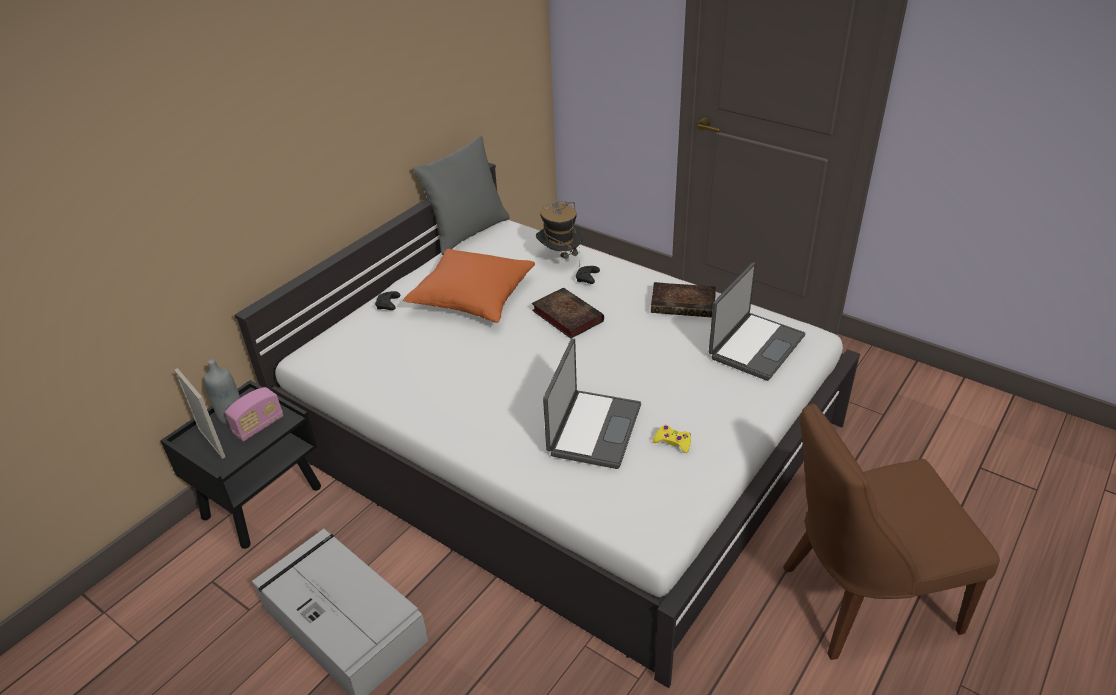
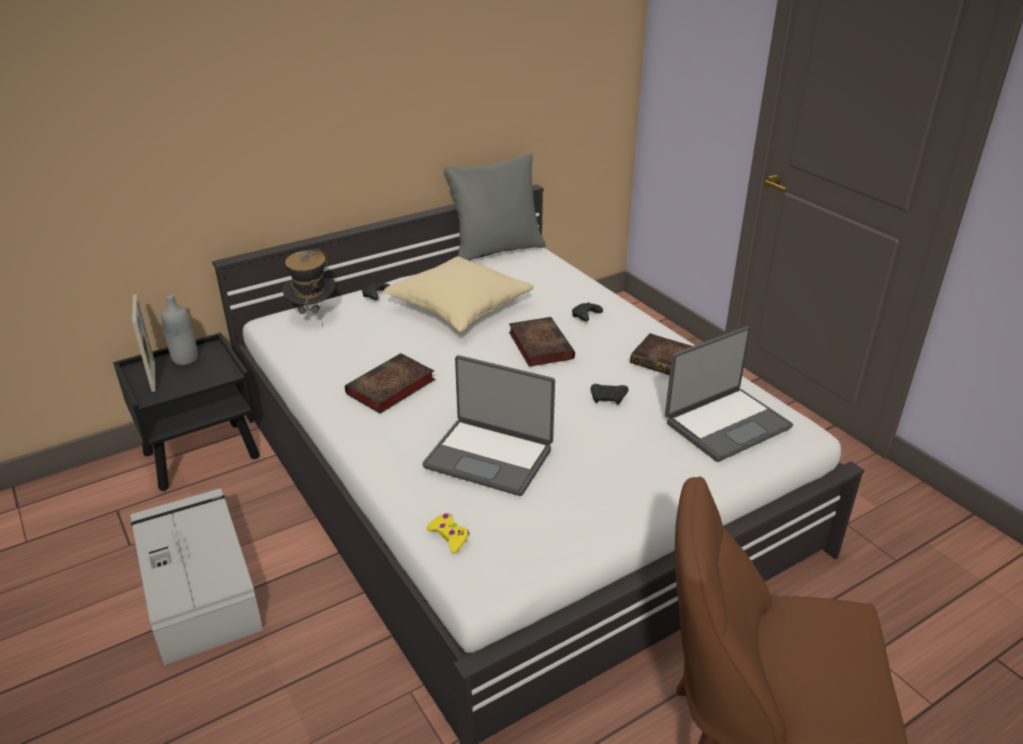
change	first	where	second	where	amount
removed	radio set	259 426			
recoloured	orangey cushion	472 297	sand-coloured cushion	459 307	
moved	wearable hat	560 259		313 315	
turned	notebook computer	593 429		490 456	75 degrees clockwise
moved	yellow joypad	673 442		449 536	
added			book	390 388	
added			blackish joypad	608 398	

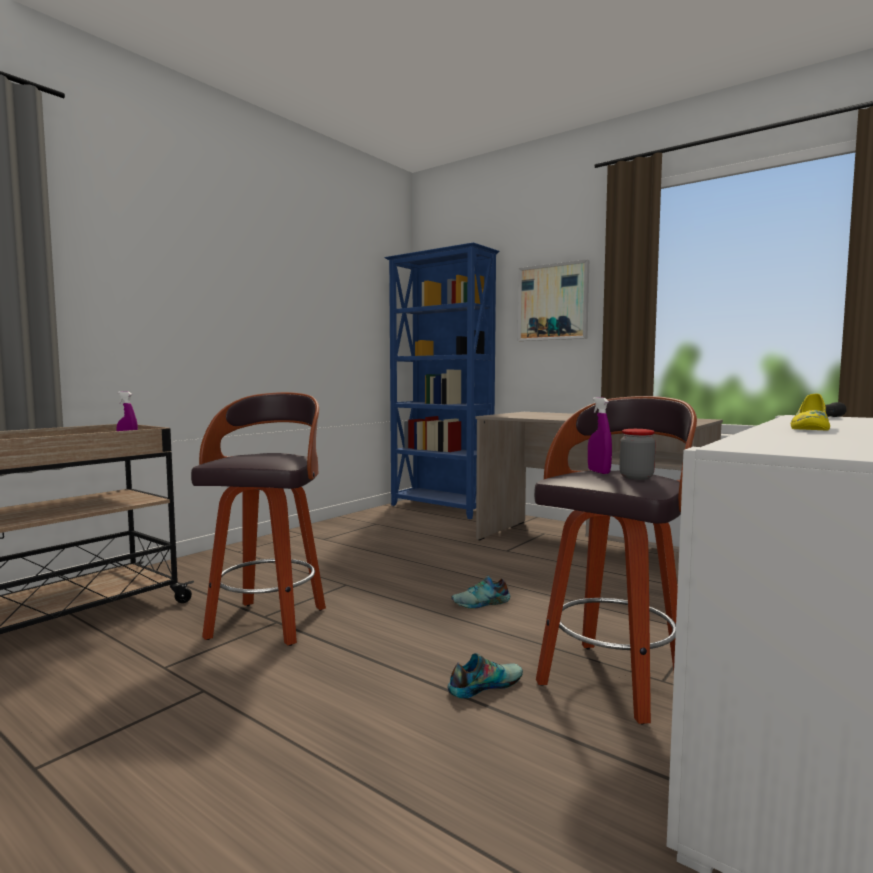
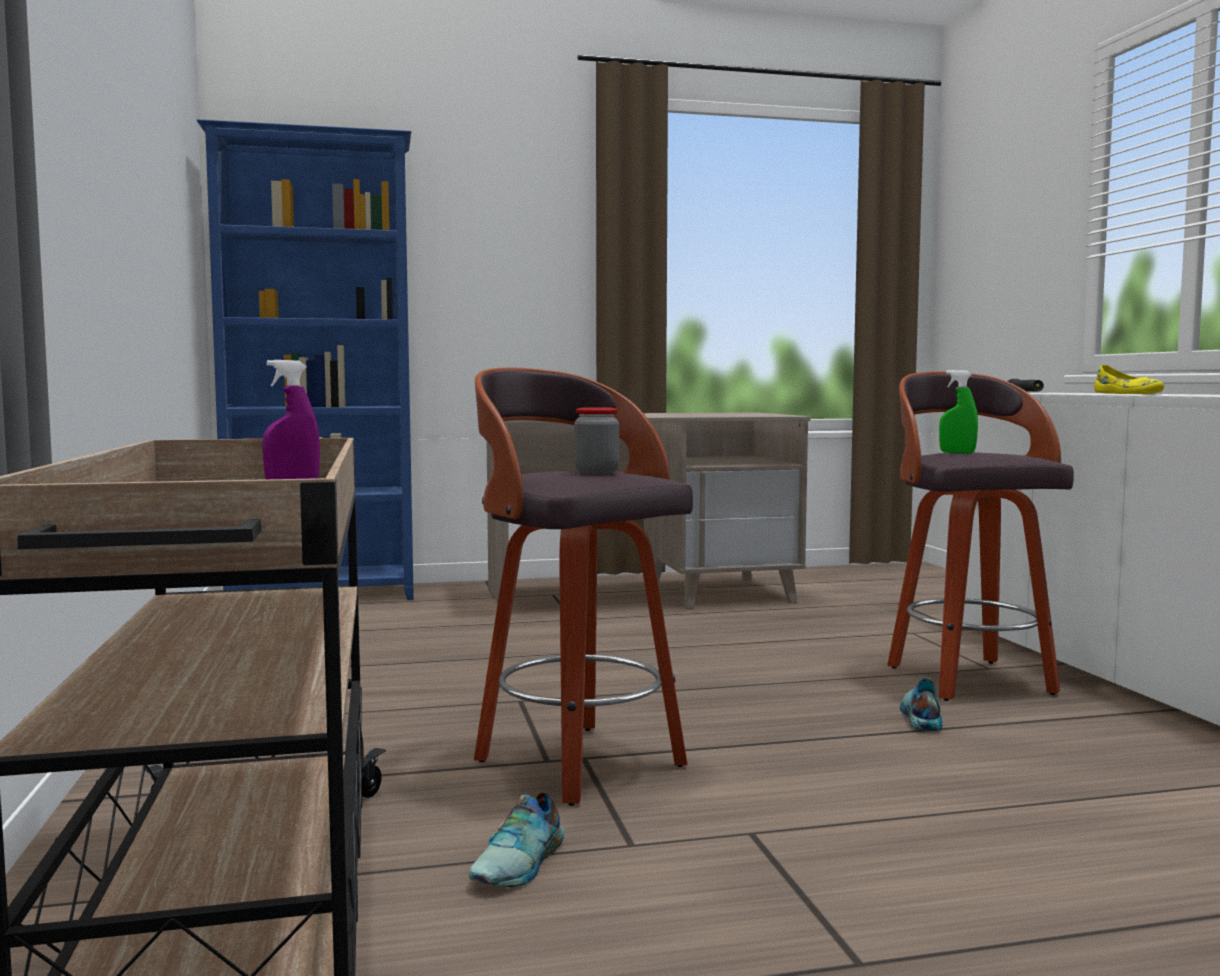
change	first	where	second	where	amount
moved	item of footwear	481 603		522 863	
removed	wall art	553 302			
recoloured	purple hand sprayer	598 472	green-coloured hand sprayer	957 453	
moved	preserve jar	636 477		596 473	

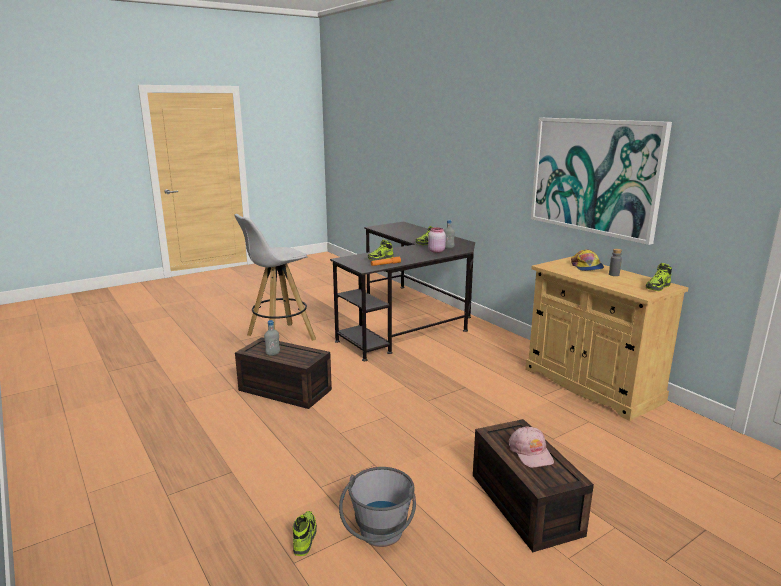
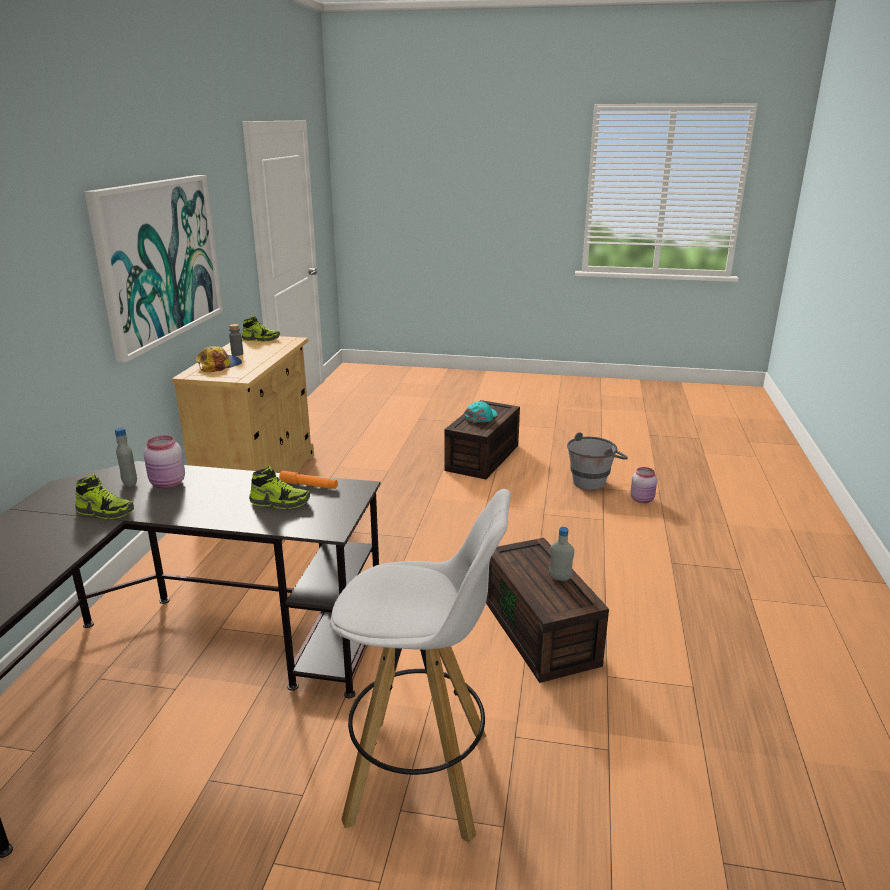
change	first	where	second	where	amount
replaced	item of footwear	304 538	pinkish preserve jar	642 499	
recoloured	pinkish baseball cap	531 452	turquoise-coloured baseball cap	481 417	

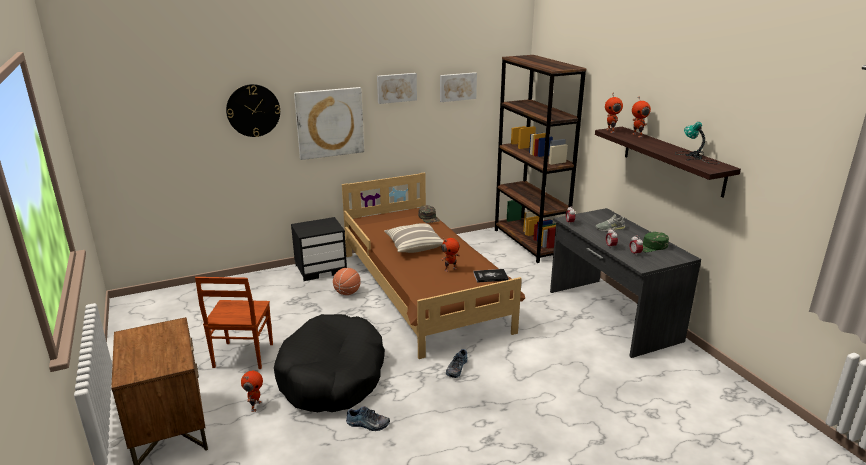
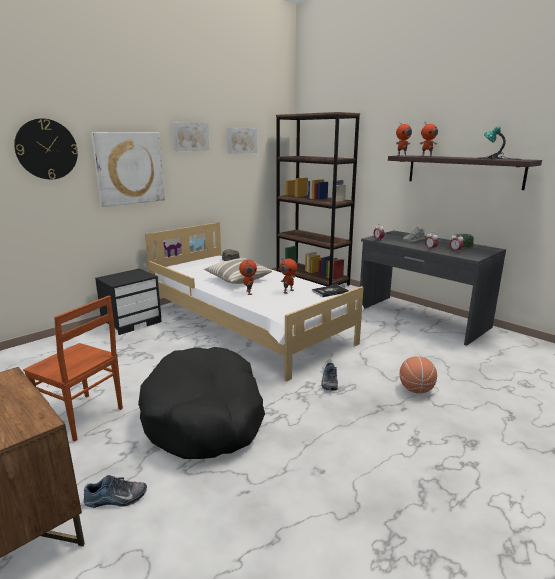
change	first	where	second	where	amount
turned	brown plain chair	242 356		81 417	45 degrees counterclockwise
moved	robot figure	255 406		248 292	
moved	basketball	347 293		416 390	
recoloured	brown bedroom bed	424 290	whitish bedroom bed	248 325	
moved	item of footwear	367 424		116 499	

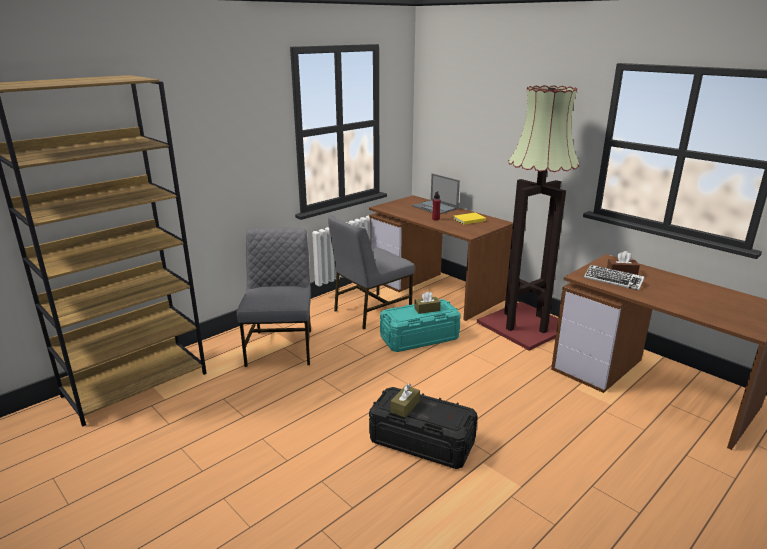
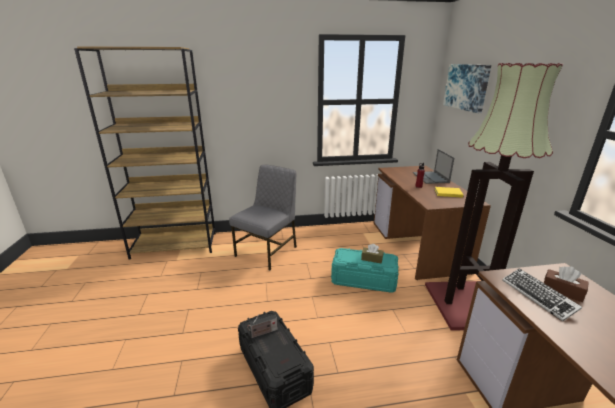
change	first	where	second	where	amount
removed	greyish plain chair	370 311			
replaced	brown box of tissues	405 406	radio set	262 333	
added			wall art	466 87	

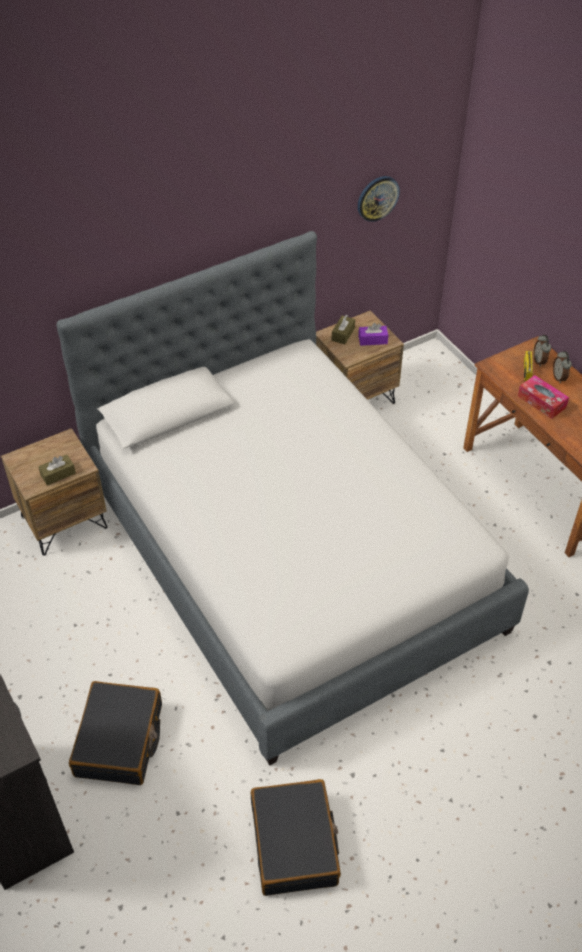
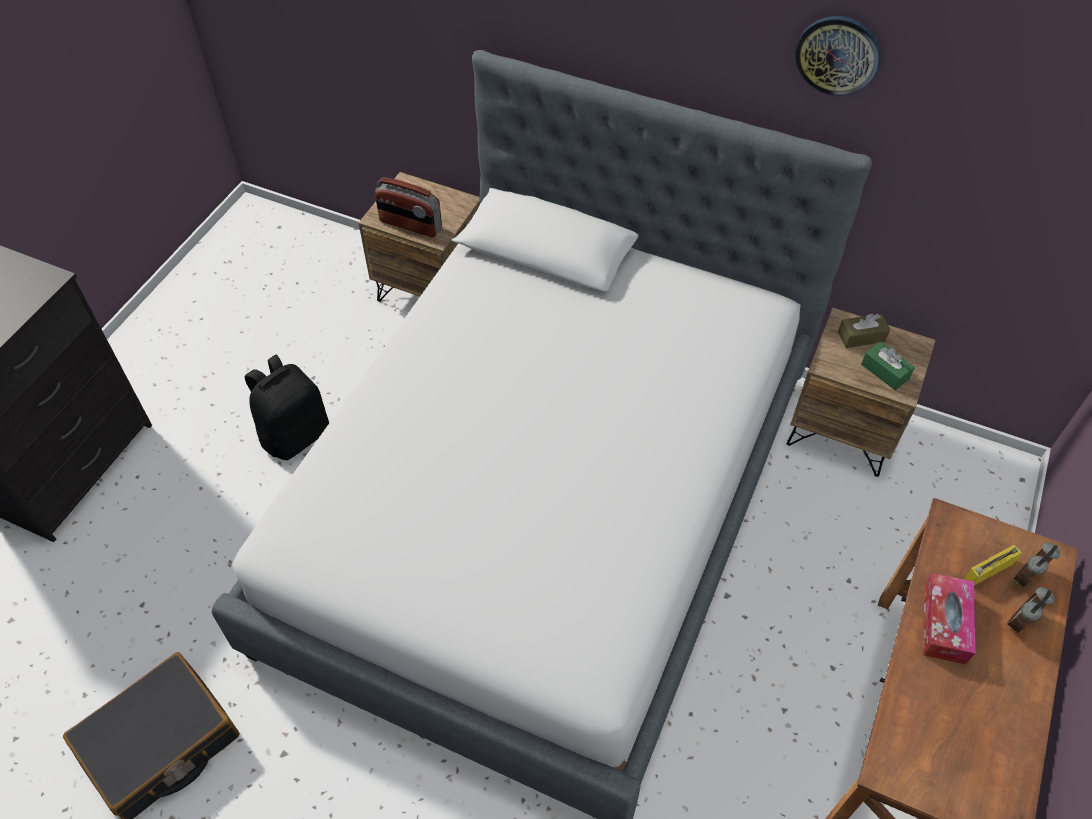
change	first	where	second	where	amount
replaced	brown box of tissues	58 474	radio set	410 225	
removed	blackish travel case	119 740			
moved	wall clock	377 198		838 55	
recoloured	purple box of tissues	372 340	green-coloured box of tissues	885 371	
added			blackish knapsack	295 434	

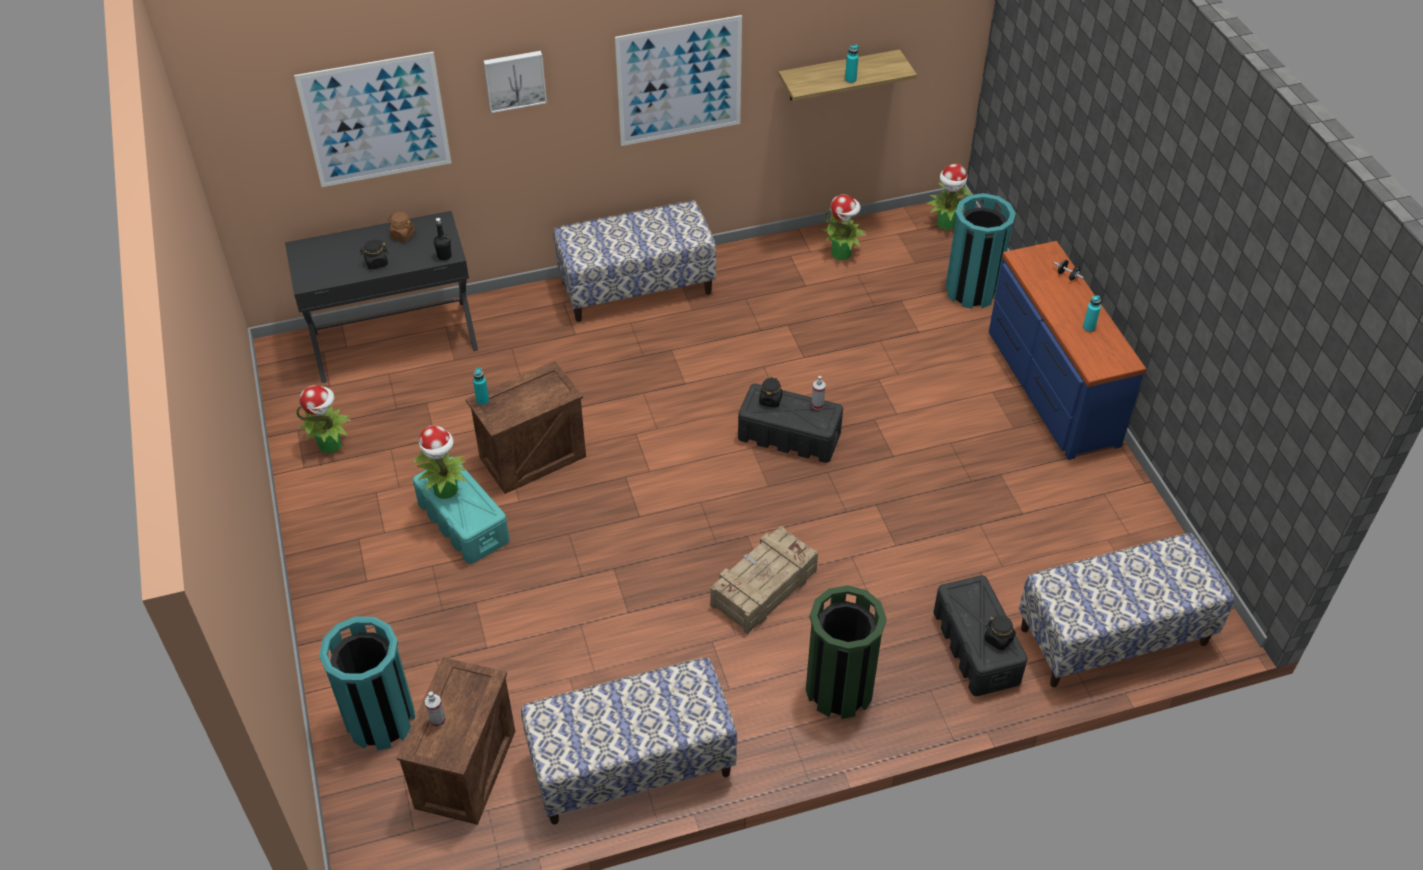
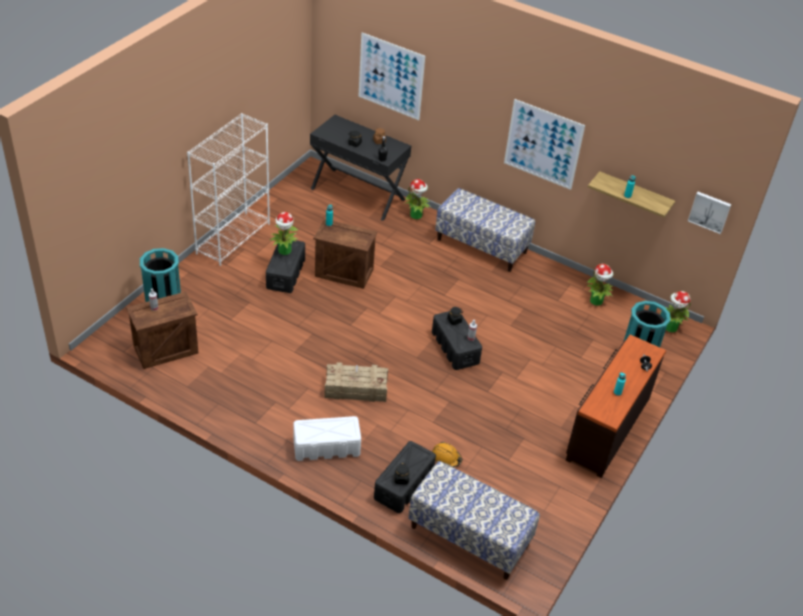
change	first	where	second	where	amount
moved	houseplant	331 444		416 215	
recoloured	turquoise-coloured storage bin	464 523	blackish storage bin	285 274	
moved	wall art	514 80		709 211	
removed	long seat	631 766			
replaced	green-coloured rubbish bin	839 689	whitish storage bin	327 447	
recoloured	bluish dresser	1050 387	brown dresser	607 428	
added			whitish shelving unit	233 238	
added			orangey work helmet	446 458	

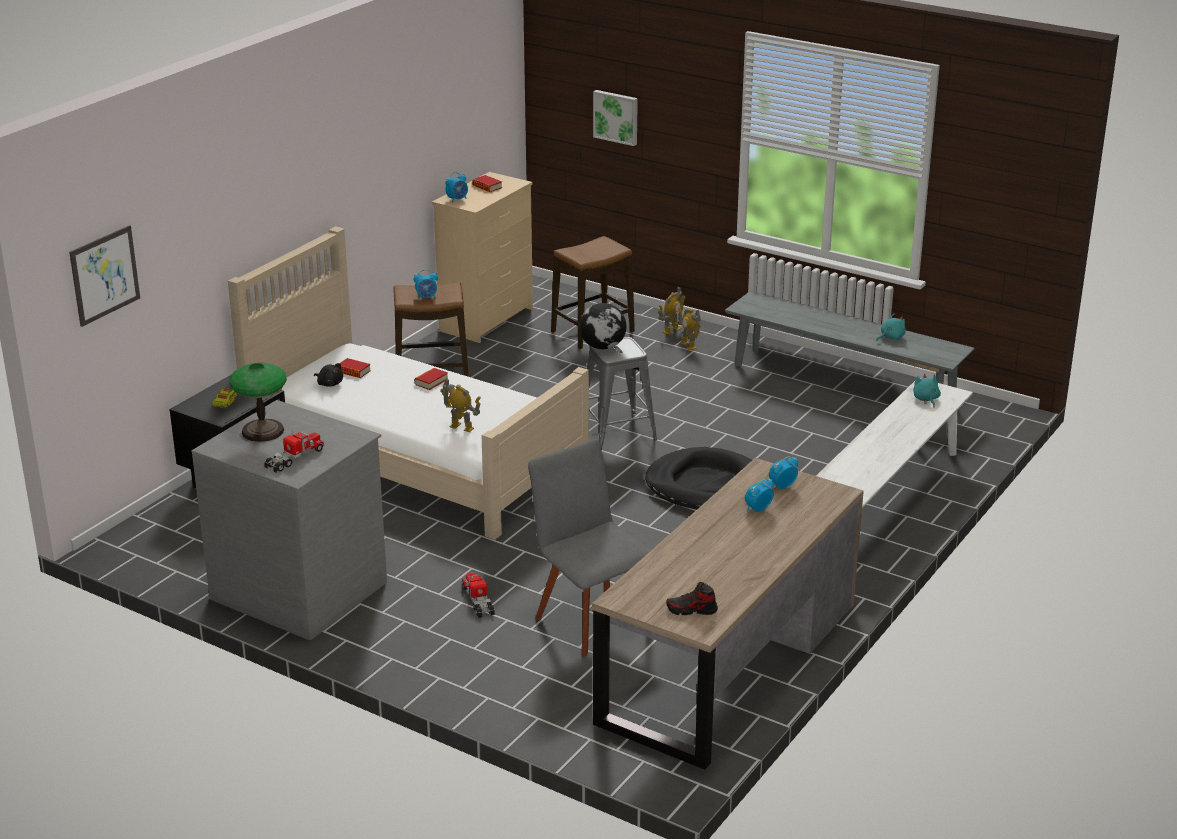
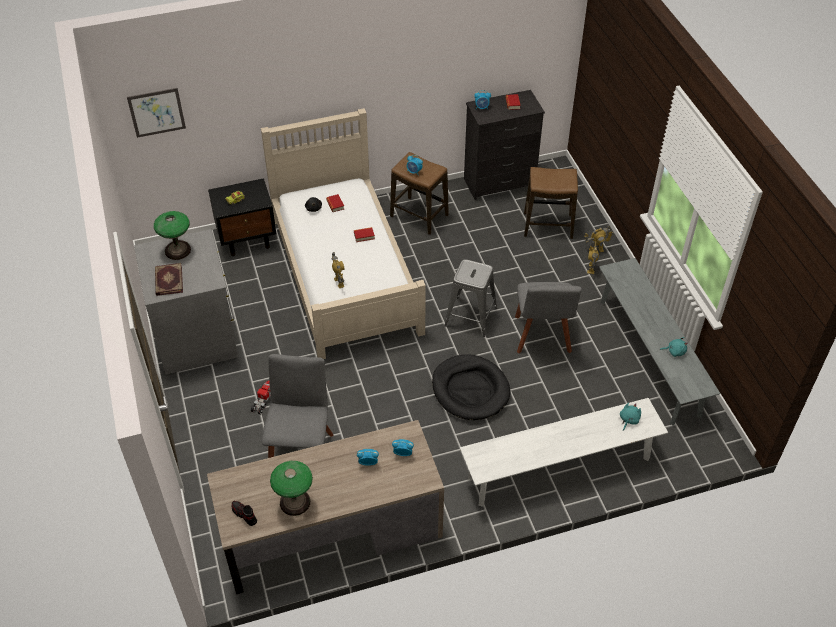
change	first	where	second	where	amount
replaced	model truck	294 458	book	168 280	
recoloured	sand-coloured dresser	487 319	blackish dresser	500 183	
removed	globe	603 347			
removed	wall art	616 117			
added			table lamp	295 502	
added			greyish plain chair	542 337	

